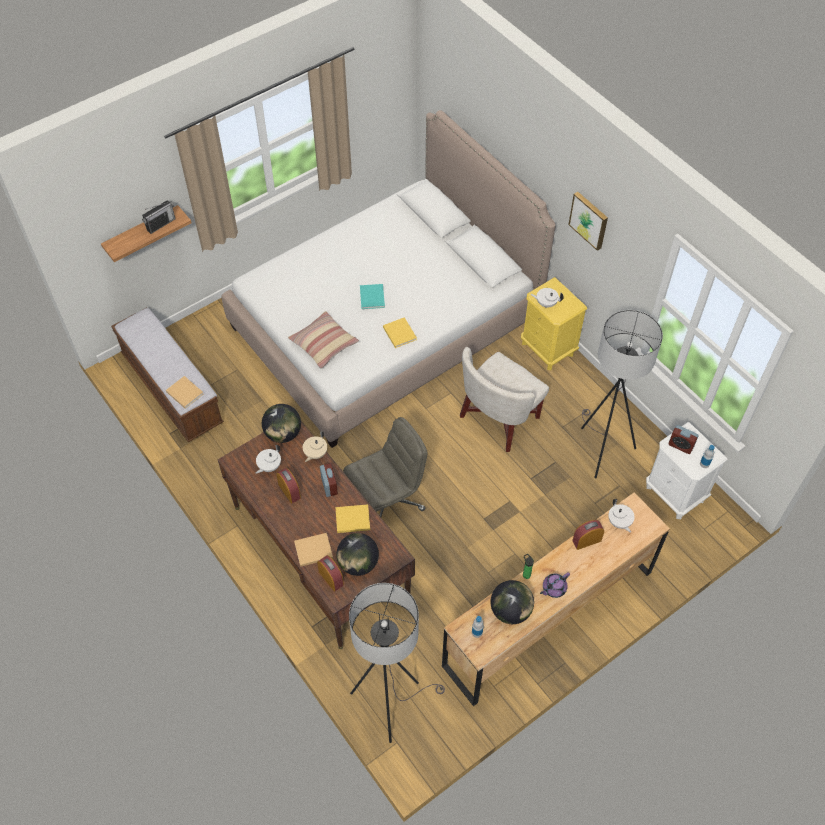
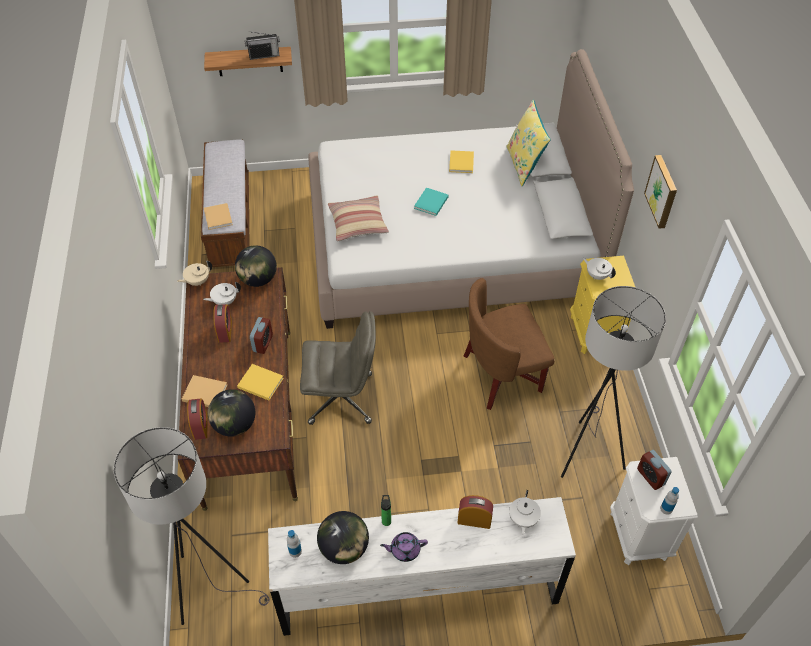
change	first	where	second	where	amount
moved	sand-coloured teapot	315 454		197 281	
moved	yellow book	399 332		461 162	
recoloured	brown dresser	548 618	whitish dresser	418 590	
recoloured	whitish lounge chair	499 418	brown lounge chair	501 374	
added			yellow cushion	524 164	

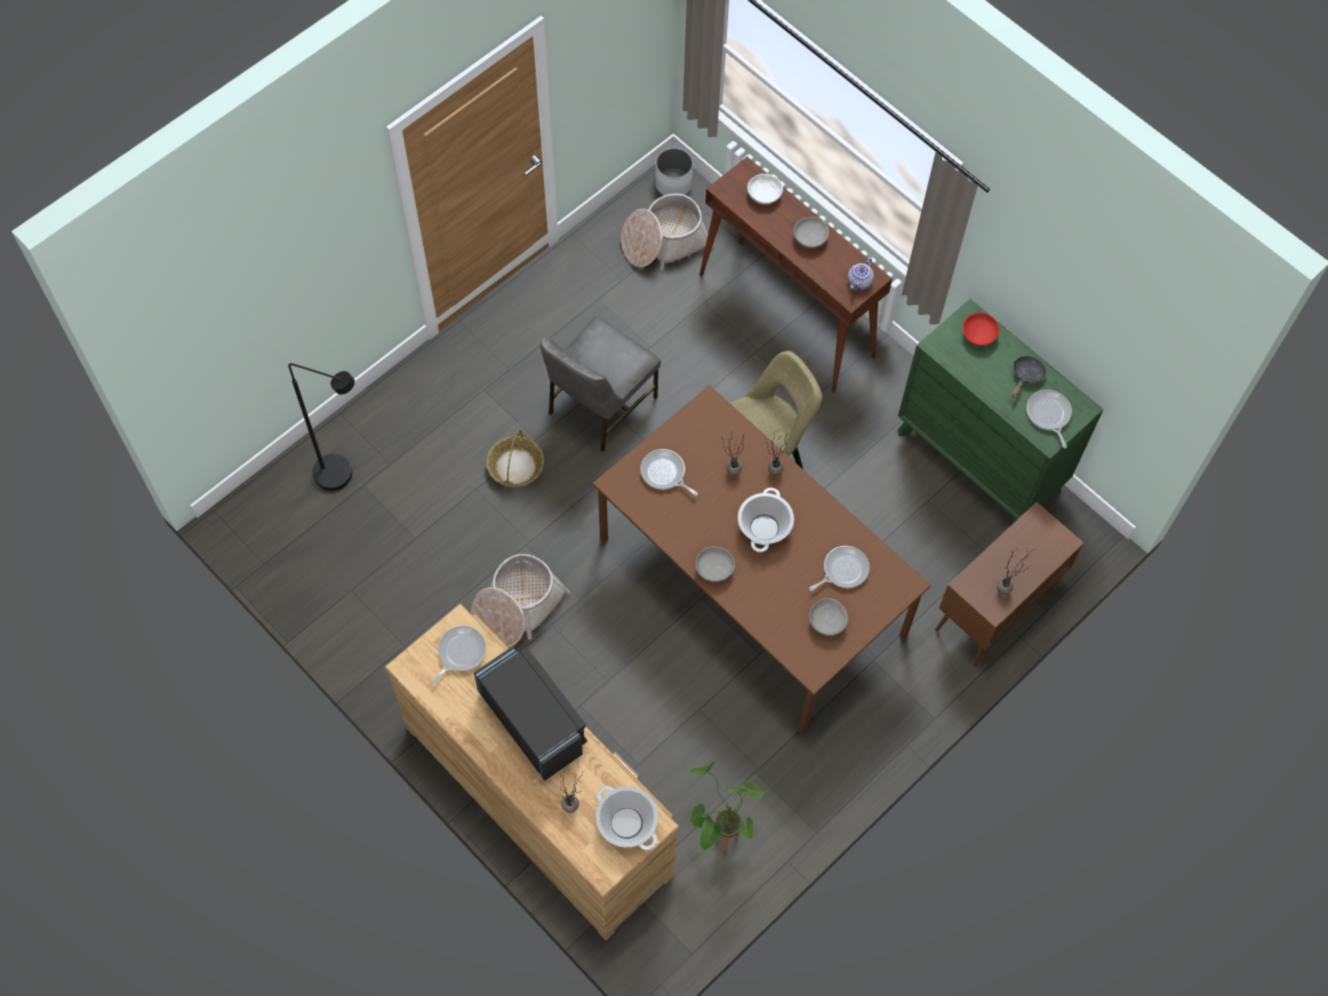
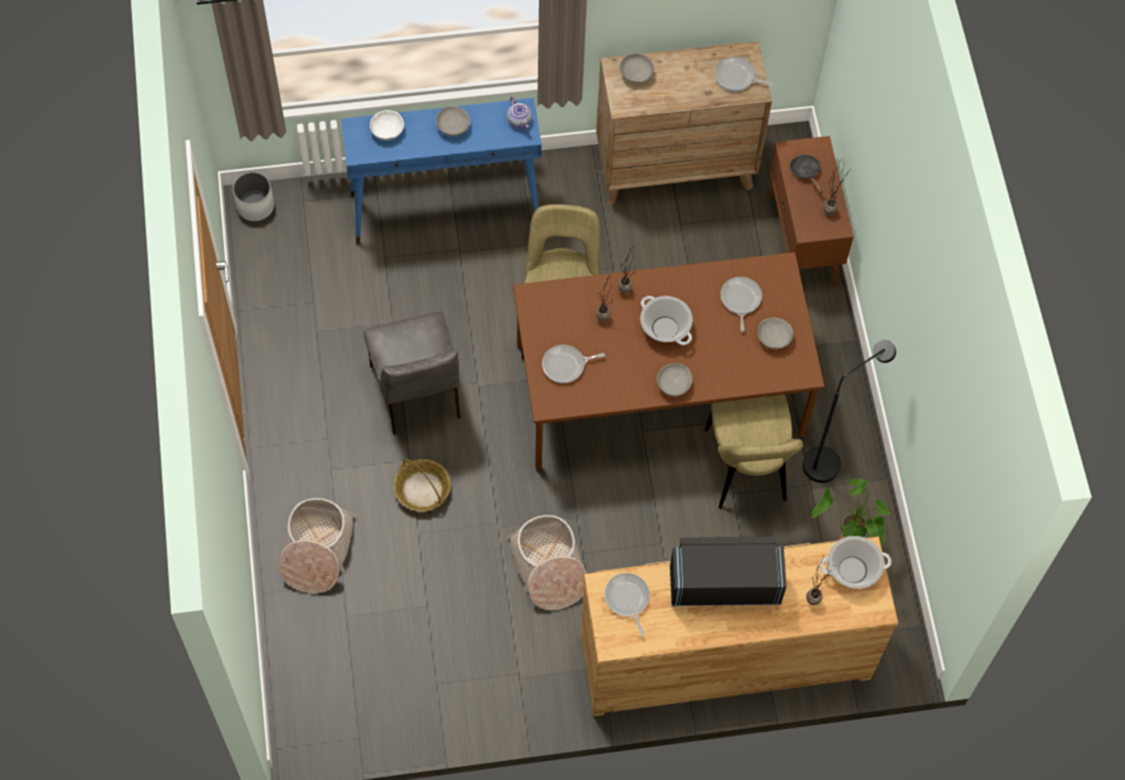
change	first	where	second	where	amount
moved	blackish floor lamp	343 477		829 460	
moved	household basket	664 241		316 550	
recoloured	brown hall table	787 315	bluish hall table	446 208	
recoloured	green-coloured dresser	979 461	brown dresser	675 168	
recoloured	red serving bowl	979 335	greyish serving bowl	636 74	
moved	blackish skillet	1026 376		806 172	
added			sand-coloured plain chair	746 470	

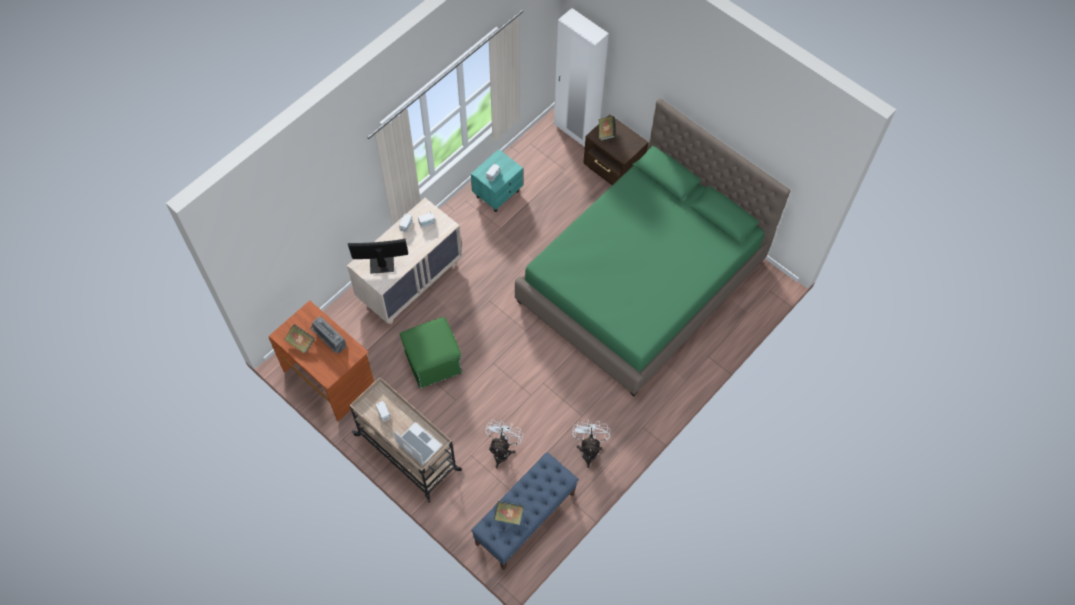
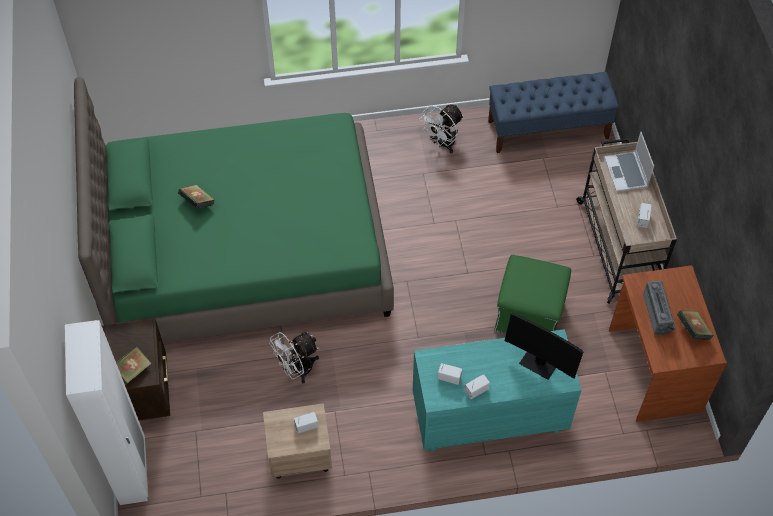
change	first	where	second	where	amount
recoloured	sand-coloured dresser	410 282	turquoise-coloured dresser	488 418	
recoloured	turquoise-coloured bedside table	498 193	sand-coloured bedside table	299 456	
moved	whitish electric fan	502 450		297 370	
moved	book	508 515		197 202	

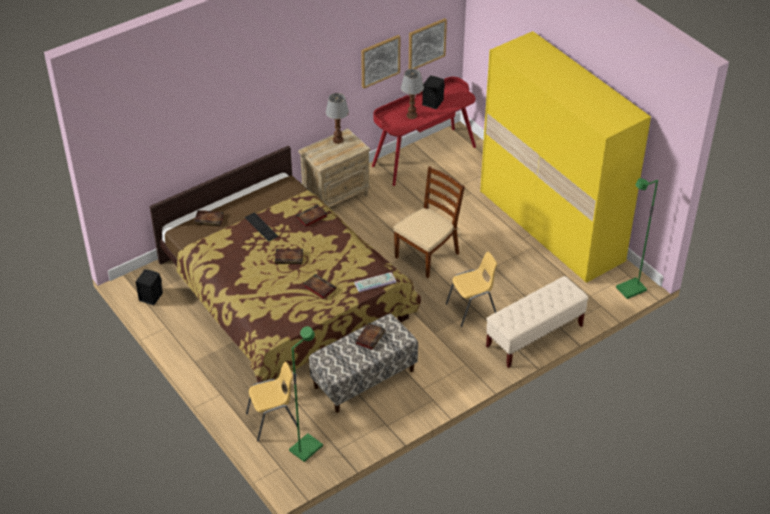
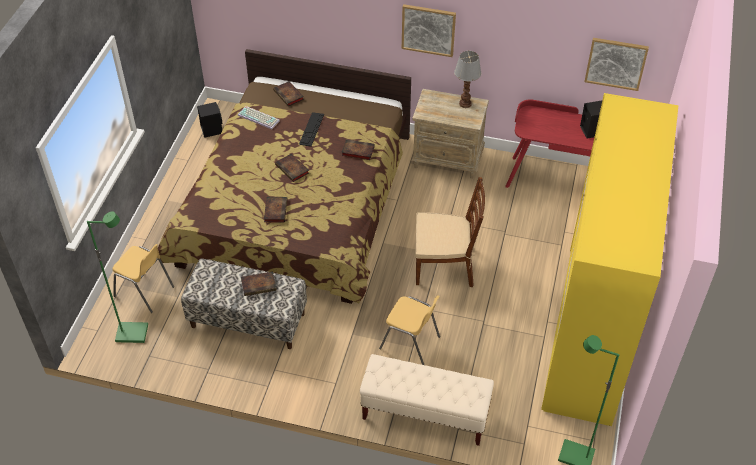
change	first	where	second	where	amount
moved	computer keyboard	375 282		259 117	
moved	wall art	380 61		428 30	
removed	table lamp	411 116			

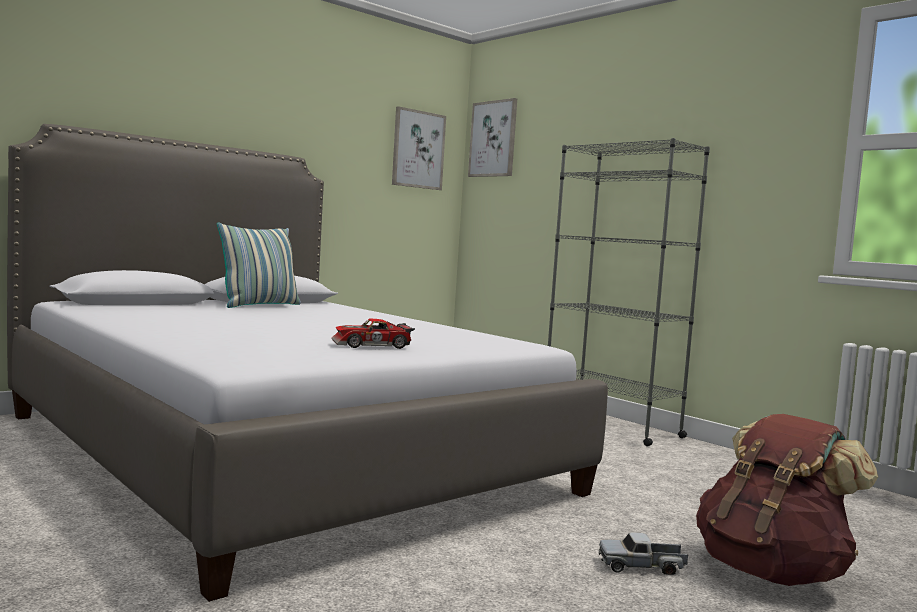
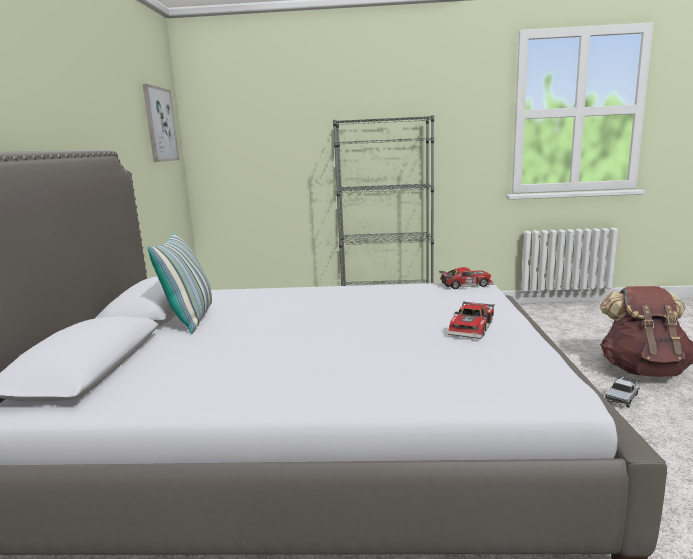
change	first	where	second	where	amount
removed	wall art	493 139			
added			miniature car	465 284	

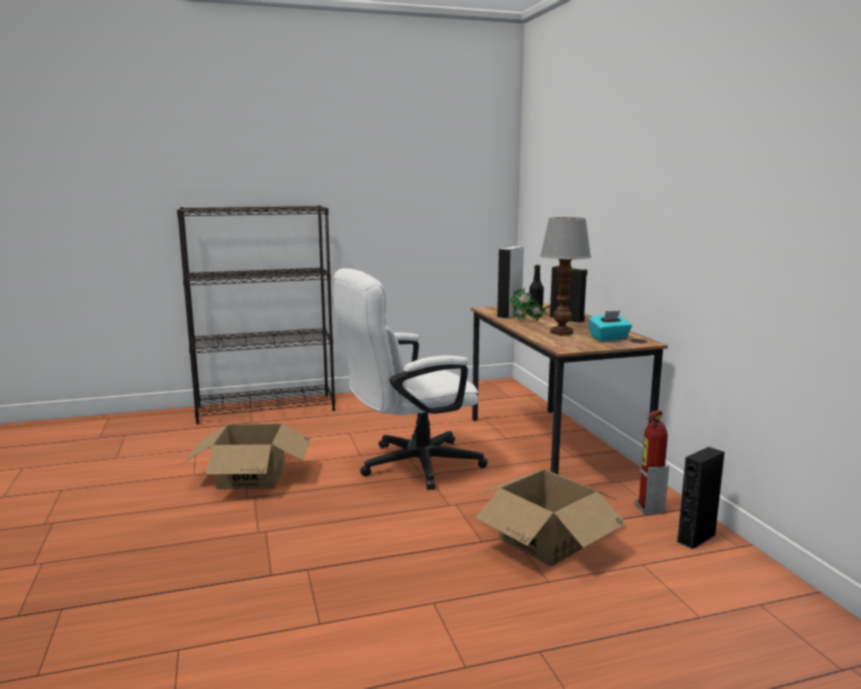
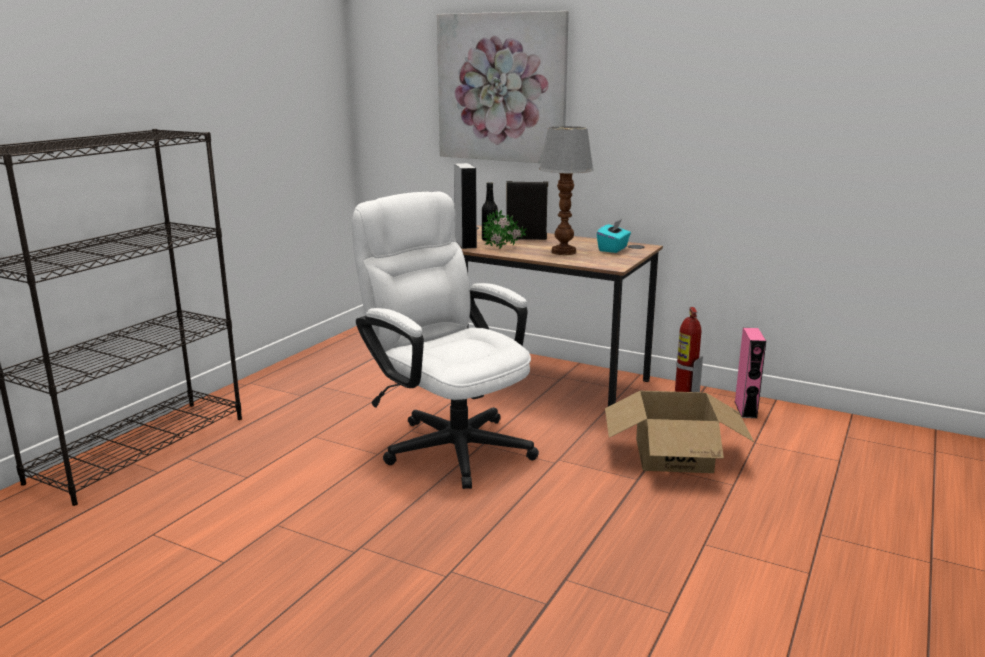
change	first	where	second	where	amount
removed	carton	252 476			
turned	whitish office chair	409 466		449 443	120 degrees clockwise
recoloured	blackish loudspeaker	696 538	pinkish loudspeaker	745 409	
added			wall art	501 88	

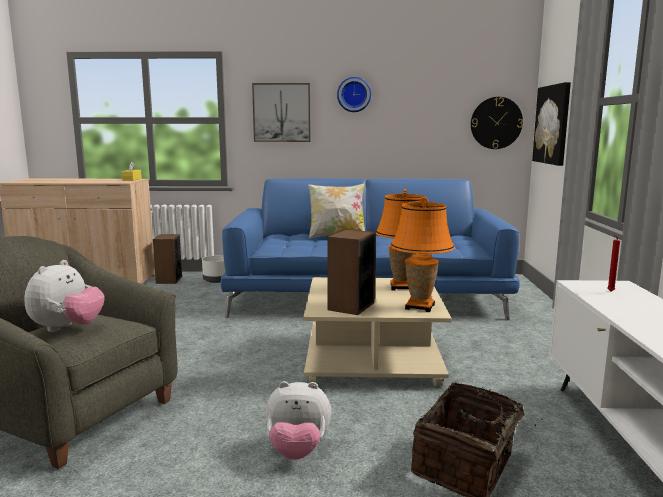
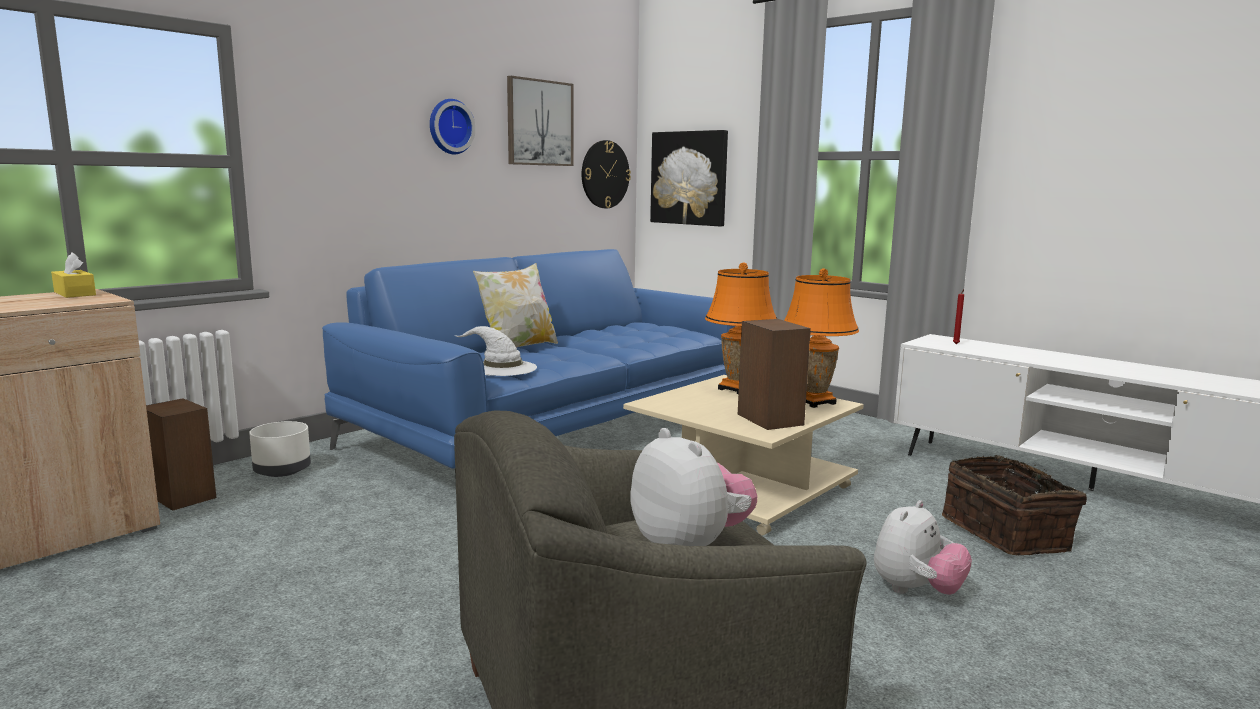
change	first	where	second	where	amount
moved	wall art	282 112		539 123	
added			whitish wearable hat	501 368	

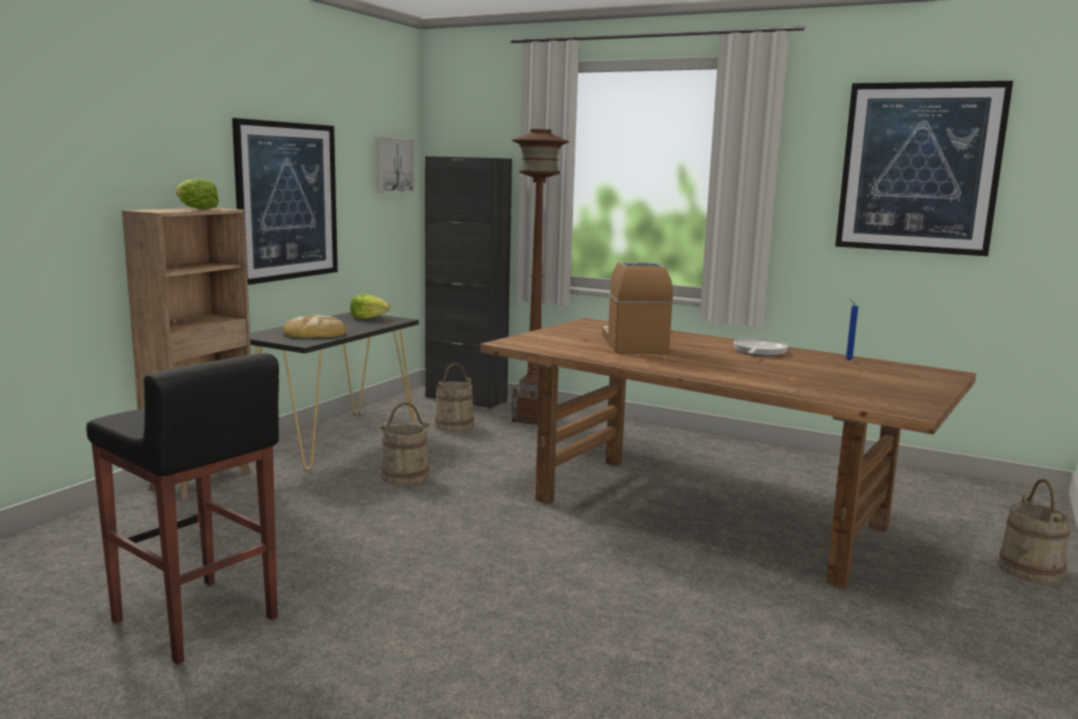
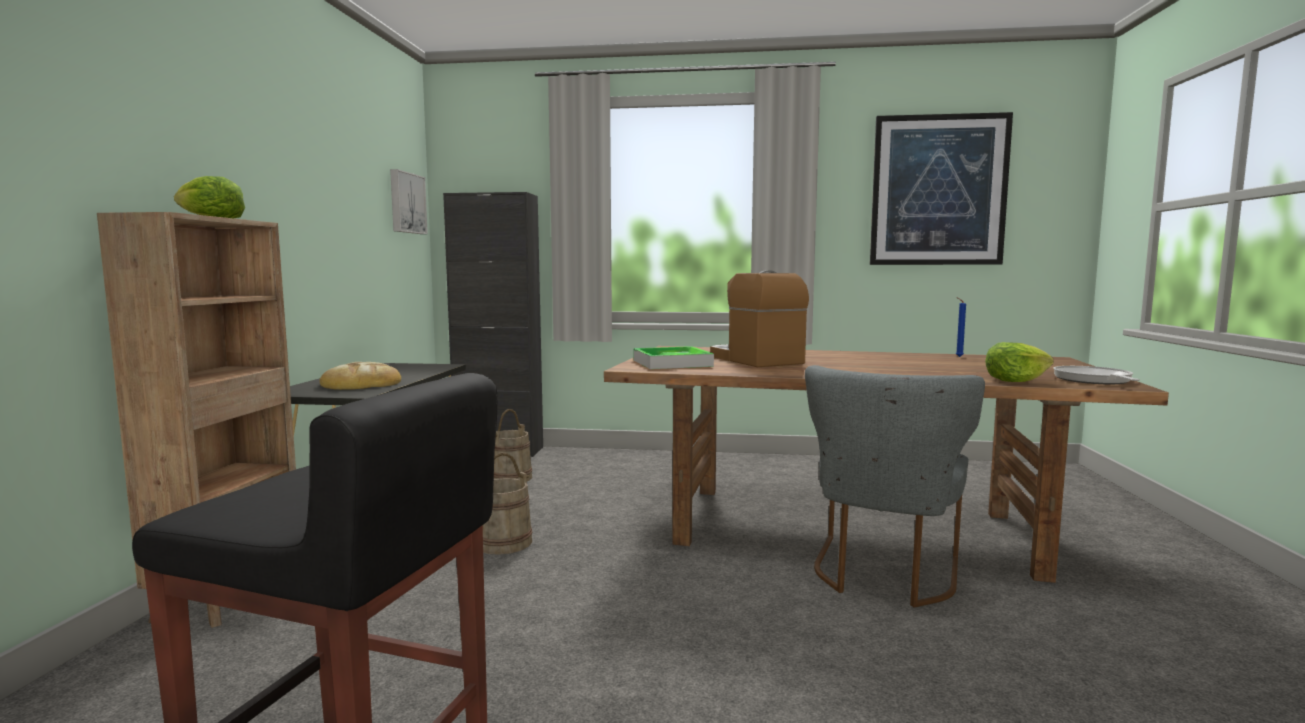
change	first	where	second	where	amount
removed	wall art	287 201			
moved	head of lettuce	368 318		1015 380	
removed	brown floor lamp	533 419			
moved	skillet	758 352		1094 380	
removed	sand-coloured bucket	1031 570			
added			carrying tray	672 363	
added			greyish plain chair	883 575	

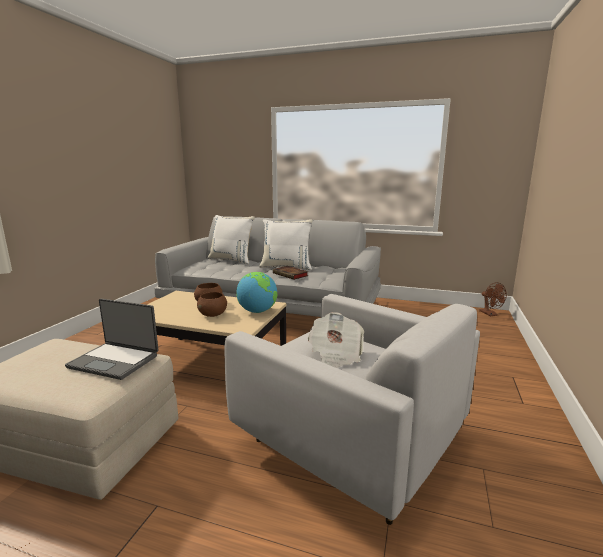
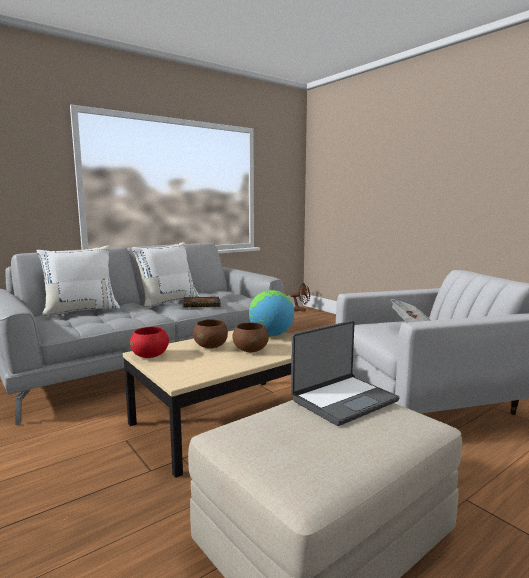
change	first	where	second	where	amount
added			red serving bowl	150 356	

